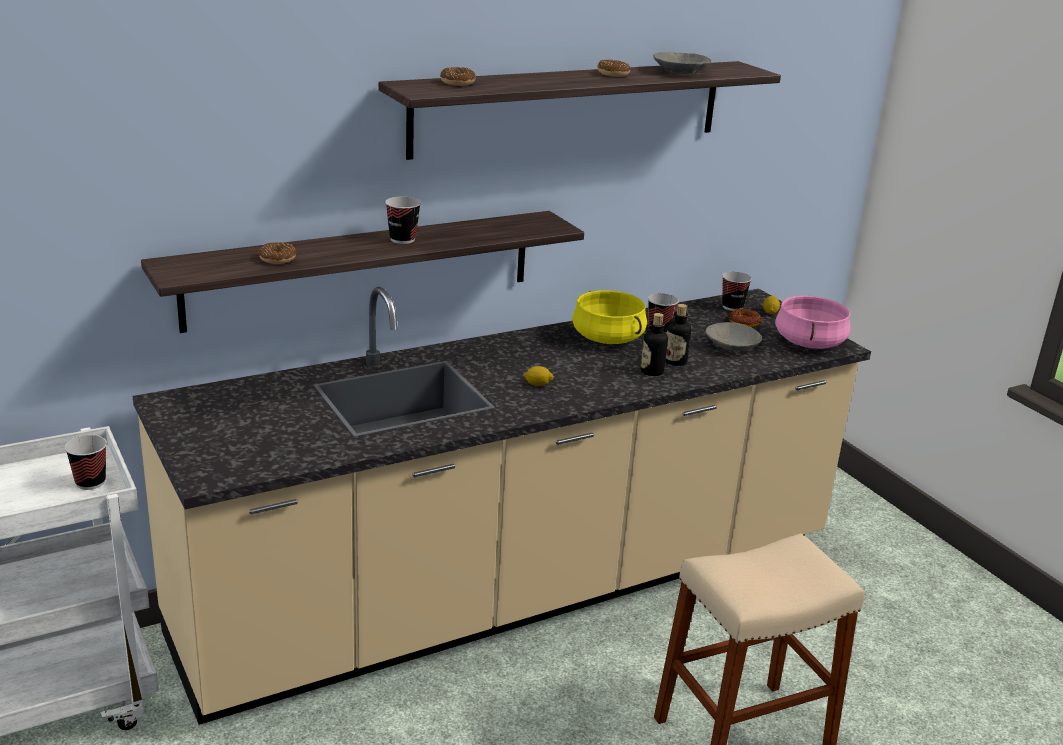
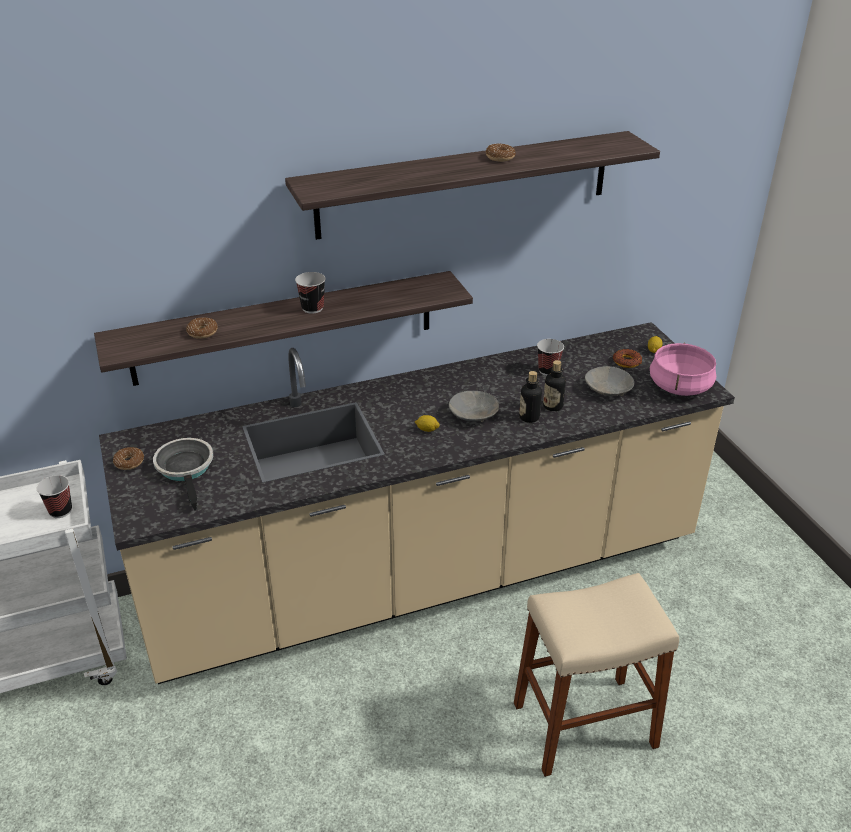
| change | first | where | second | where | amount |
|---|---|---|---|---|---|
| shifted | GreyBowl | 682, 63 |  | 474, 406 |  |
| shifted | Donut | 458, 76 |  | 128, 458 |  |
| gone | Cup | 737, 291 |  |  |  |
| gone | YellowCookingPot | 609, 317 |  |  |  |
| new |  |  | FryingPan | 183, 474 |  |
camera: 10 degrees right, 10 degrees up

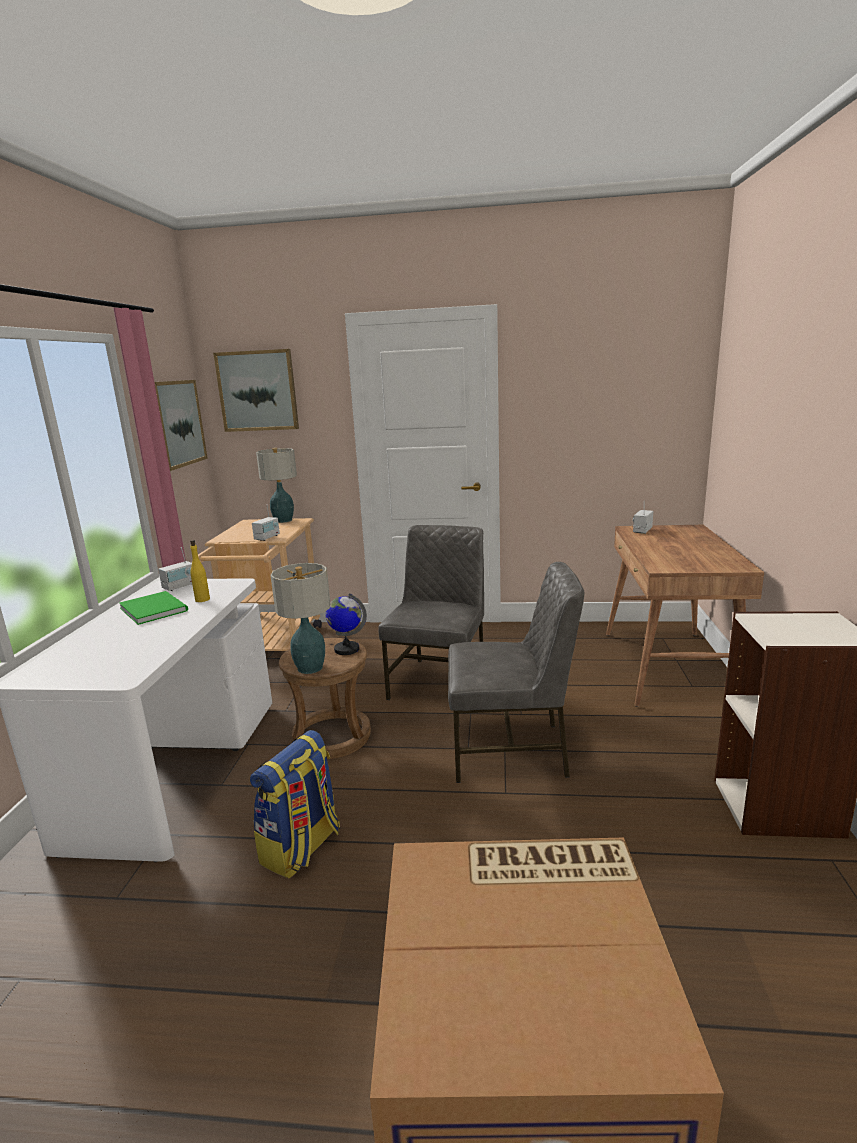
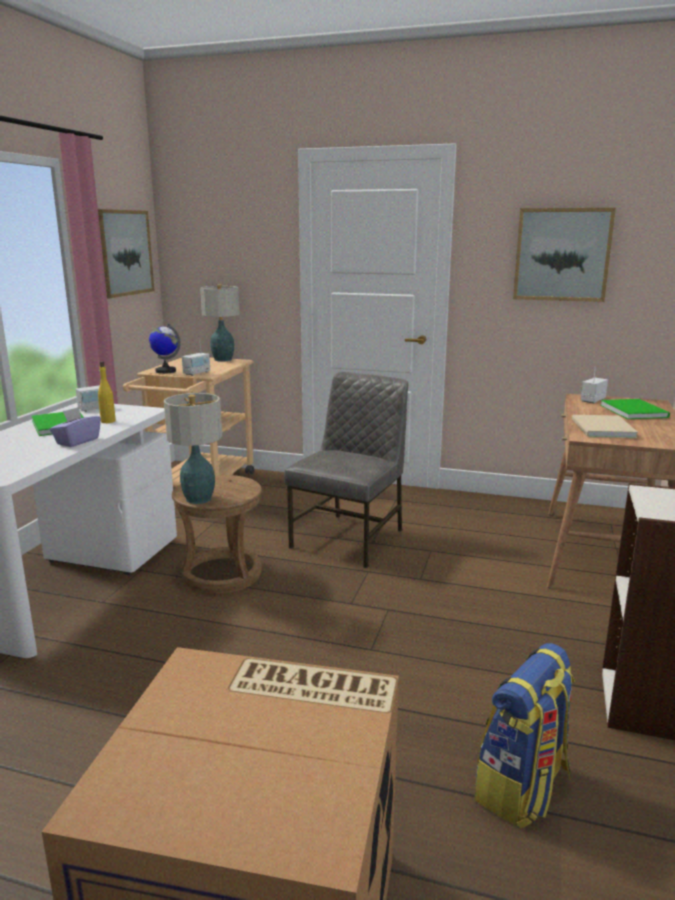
| change | first | where | second | where | amount |
|---|---|---|---|---|---|
| shifted | Picture | 256, 390 |  | 564, 255 |  |
| gone | GreyChair | 516, 672 |  |  |  |
| shifted | Globe | 346, 624 |  | 165, 348 |  |
| shifted | Backpack | 295, 804 |  | 524, 736 |  |
| new |  |  | GreenBook | 635, 409 |  |
| new |  |  | PurpleTissueBox | 75, 427 |  |
| new |  |  | BeigeBook | 605, 426 |  |
camera: 10 degrees right, 0 degrees up

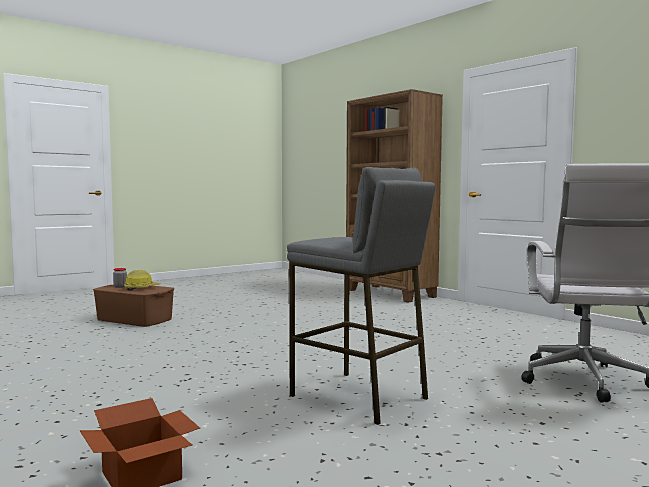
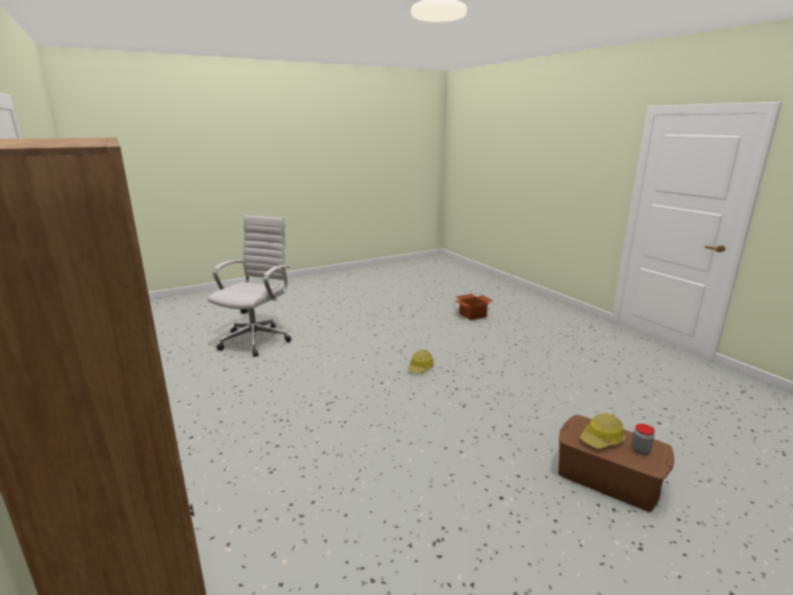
| change | first | where | second | where | amount |
|---|---|---|---|---|---|
| gone | GreyStool | 361, 296 |  |  |  |
| new |  |  | HardHat | 421, 361 |  |
camera: 170 degrees left, 15 degrees up

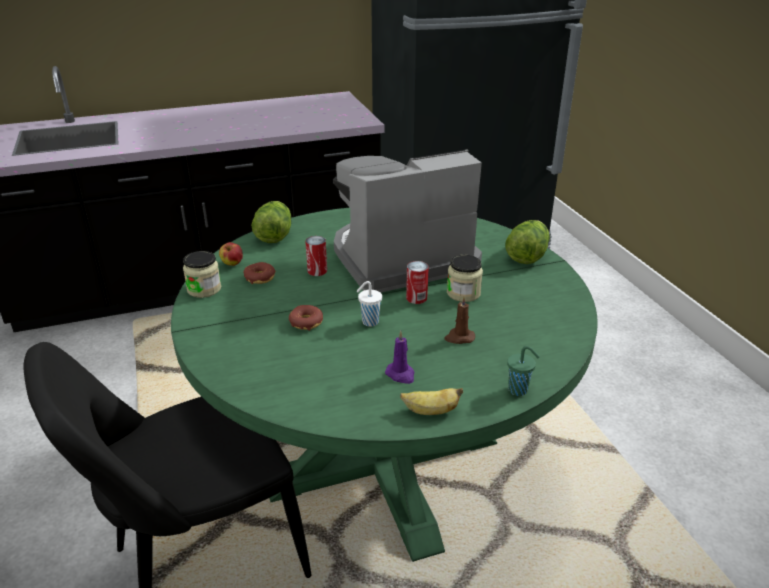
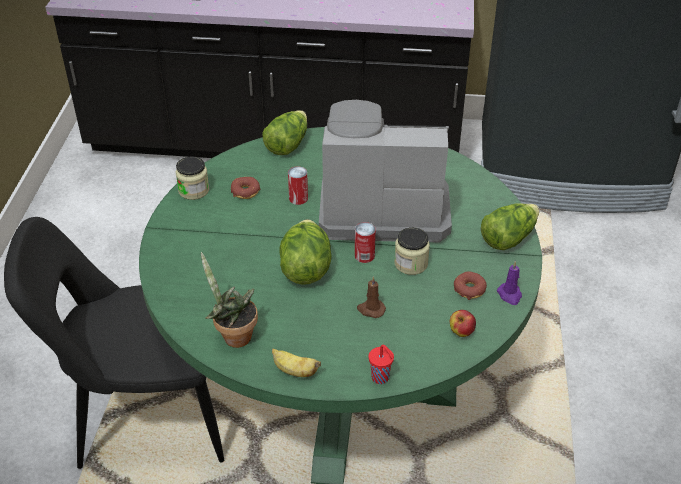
| change | first | where | second | where | amount |
|---|---|---|---|---|---|
| shifted | Apple | 231, 254 |  | 463, 323 |  |
| swapped | WhiteCup | 369, 304 | Lettuce | 305, 252 |  |
| shifted | Donut | 306, 318 |  | 470, 285 |  |
| shifted | PurpleCandle | 399, 357 |  | 509, 283 |  |
| repainted | GreenCup | 523, 371 | RedCup | 381, 364 |  |
| new |  |  | PottedPlant | 229, 300 |  |
camera: 25 degrees right, 10 degrees up

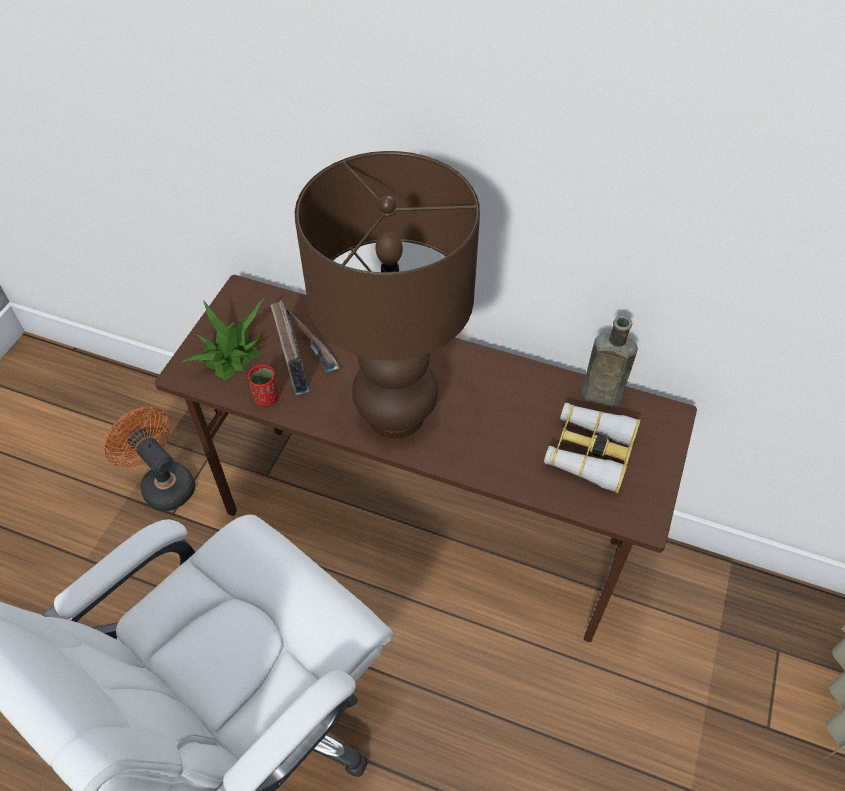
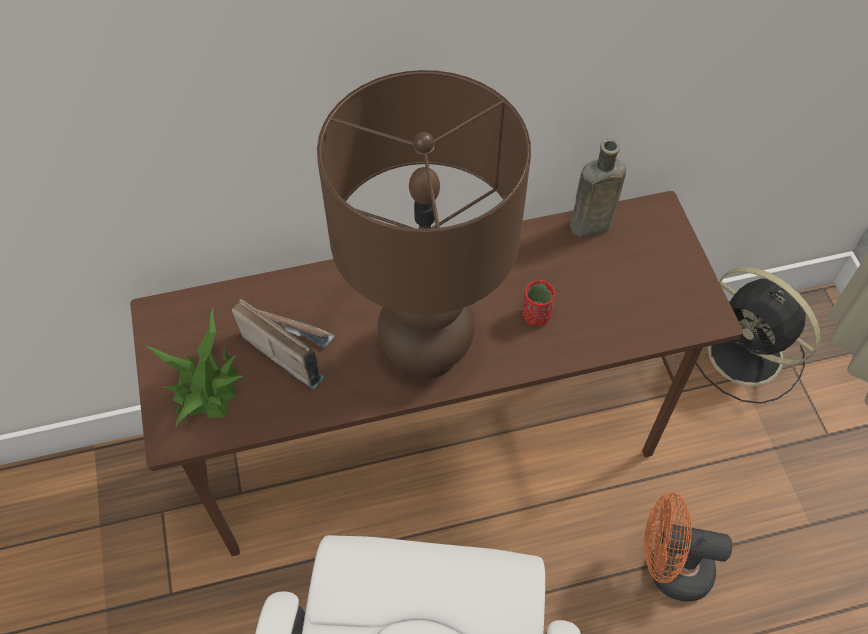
| change | first | where | second | where | amount |
|---|---|---|---|---|---|
| shifted | RedCup | 263, 385 |  | 538, 303 |  |
| gone | Binoculars | 592, 448 |  |  |  |
| shifted | OrangeFan | 149, 459 |  | 688, 547 |  |
| new |  |  | BlackFan | 758, 335 |  |
camera: 35 degrees left, 5 degrees up

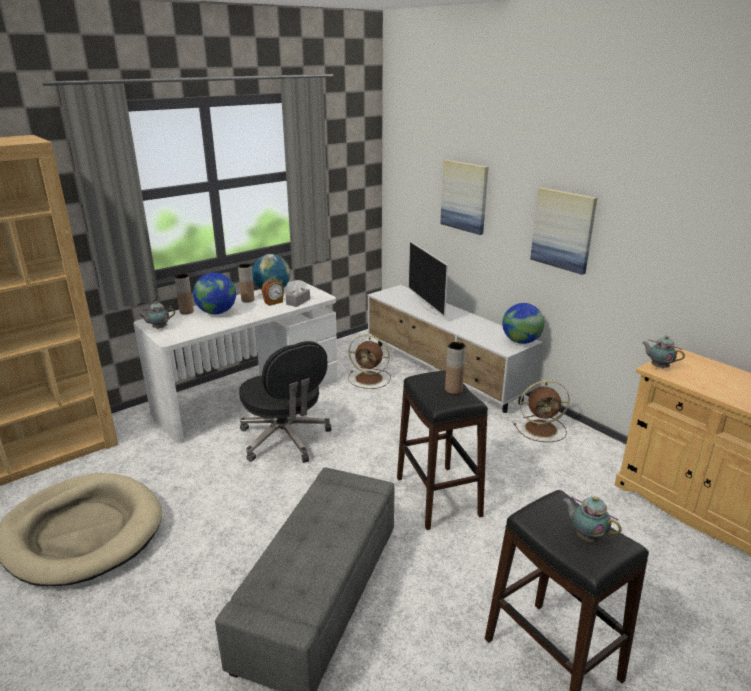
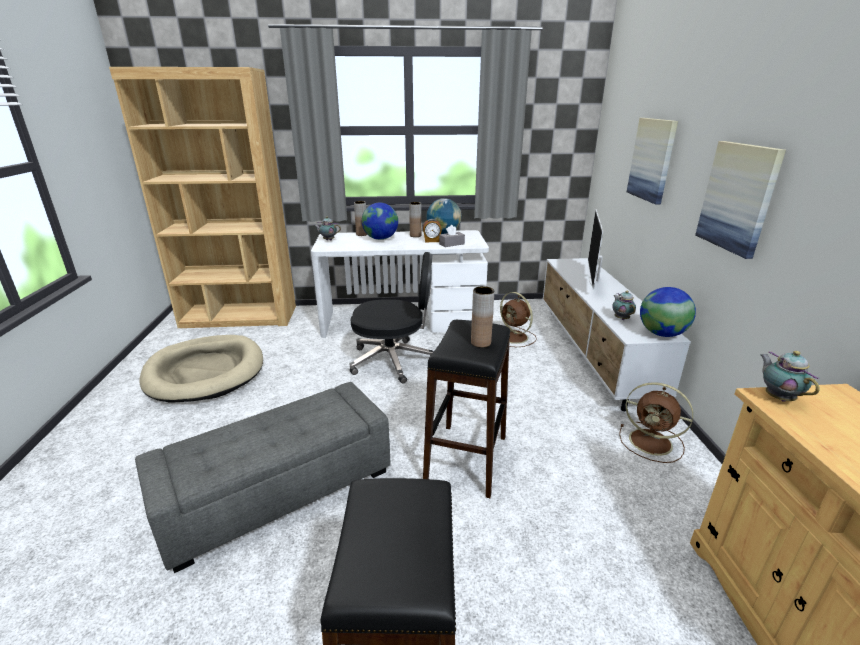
| change | first | where | second | where | amount |
|---|---|---|---|---|---|
| rotated | BlackOfficeChair | 285, 402 |  | 392, 318 | 90 degrees counterclockwise |
| shifted | Teapot | 592, 519 |  | 624, 305 |  |
camera: 35 degrees right, 0 degrees up

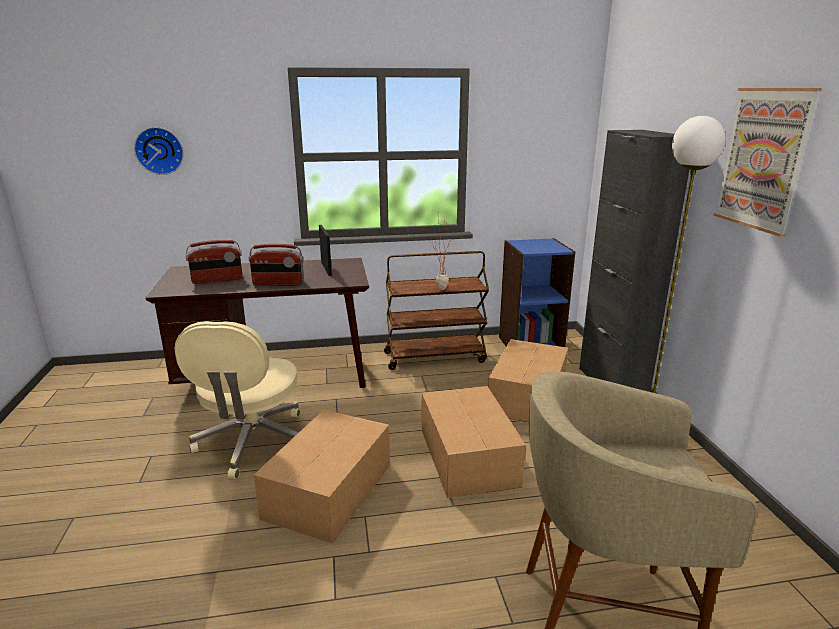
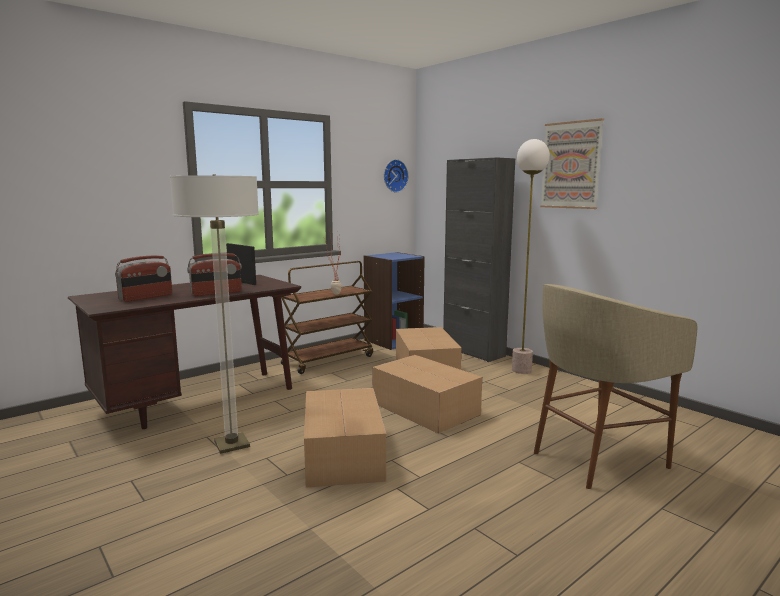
| change | first | where | second | where | amount |
|---|---|---|---|---|---|
| shifted | WallClock | 159, 151 |  | 396, 175 |  |
| swapped | BeigeOfficeChair | 237, 400 | FloorLamp | 214, 314 |  |
camera: 30 degrees left, 10 degrees down

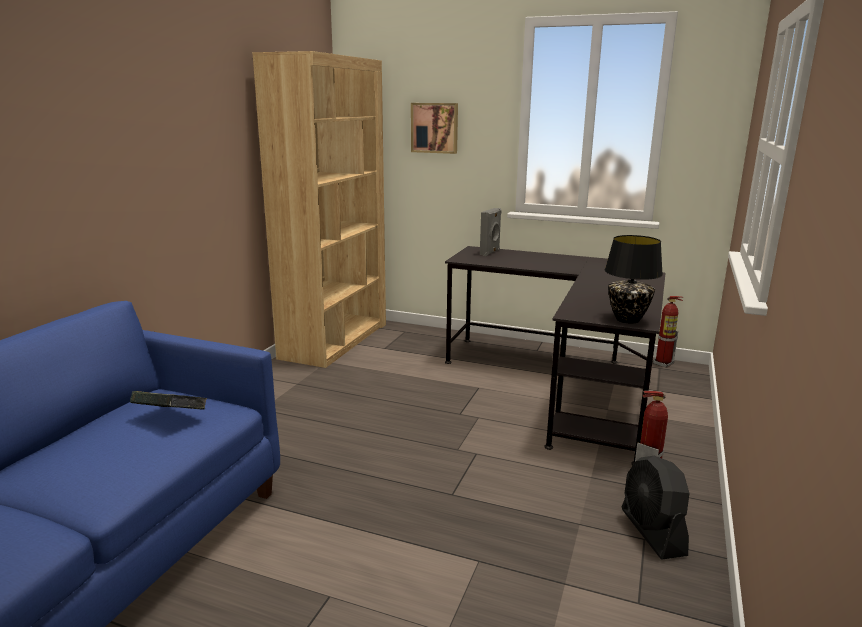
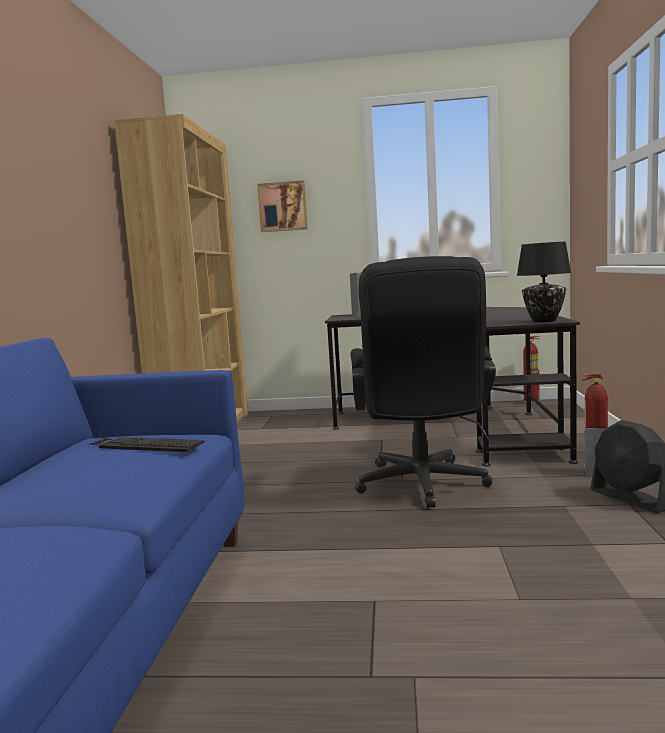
| change | first | where | second | where | amount |
|---|---|---|---|---|---|
| swapped | Book | 168, 400 | Keyboard | 147, 443 |  |
| new |  |  | BlackOfficeChair | 423, 382 |  |
camera: 15 degrees left, 10 degrees down

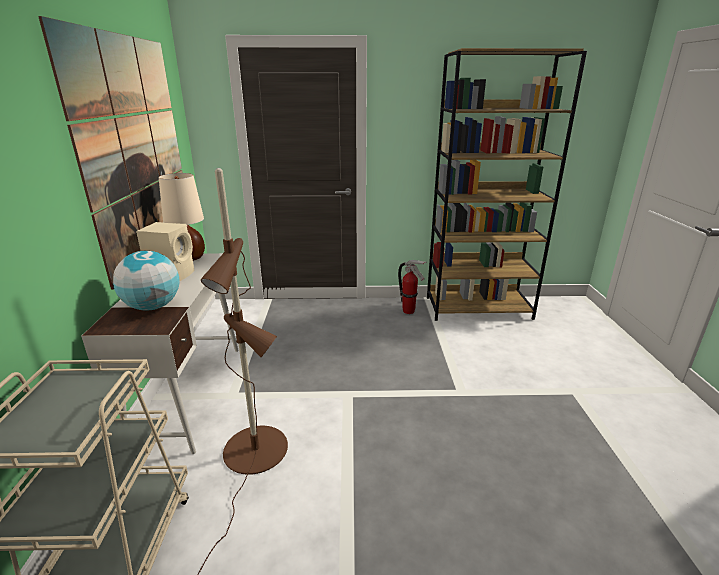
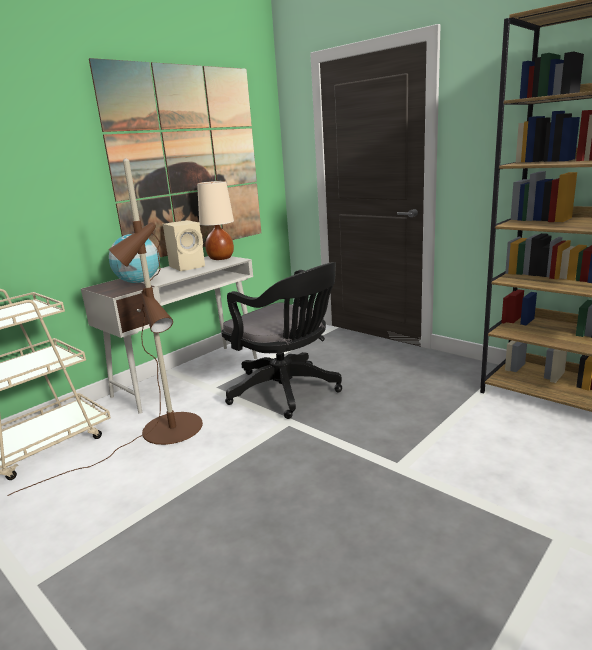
| change | first | where | second | where | amount |
|---|---|---|---|---|---|
| gone | FireExtinguisher | 412, 287 |  |  |  |
| new |  |  | BlackOfficeChair | 281, 340 |  |
camera: 45 degrees right, 5 degrees down

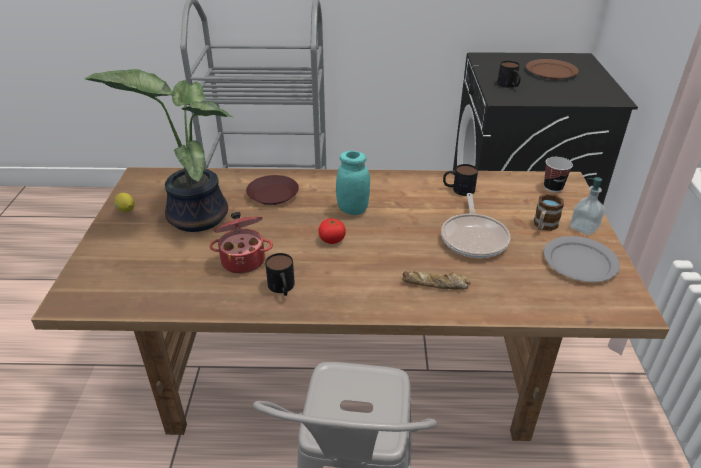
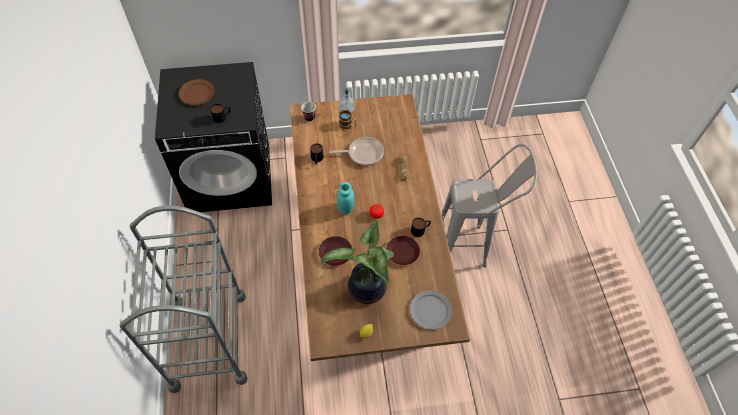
| change | first | where | second | where | amount |
|---|---|---|---|---|---|
| swapped | CookingPot | 241, 243 | BrownPlate | 403, 250 |  |
| shifted | GreyPlate | 582, 259 |  | 431, 309 |  |
camera: 100 degrees left, 20 degrees up

